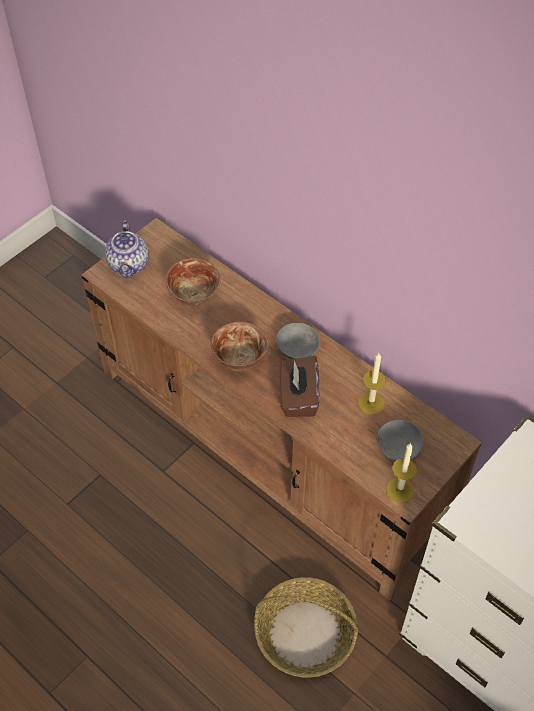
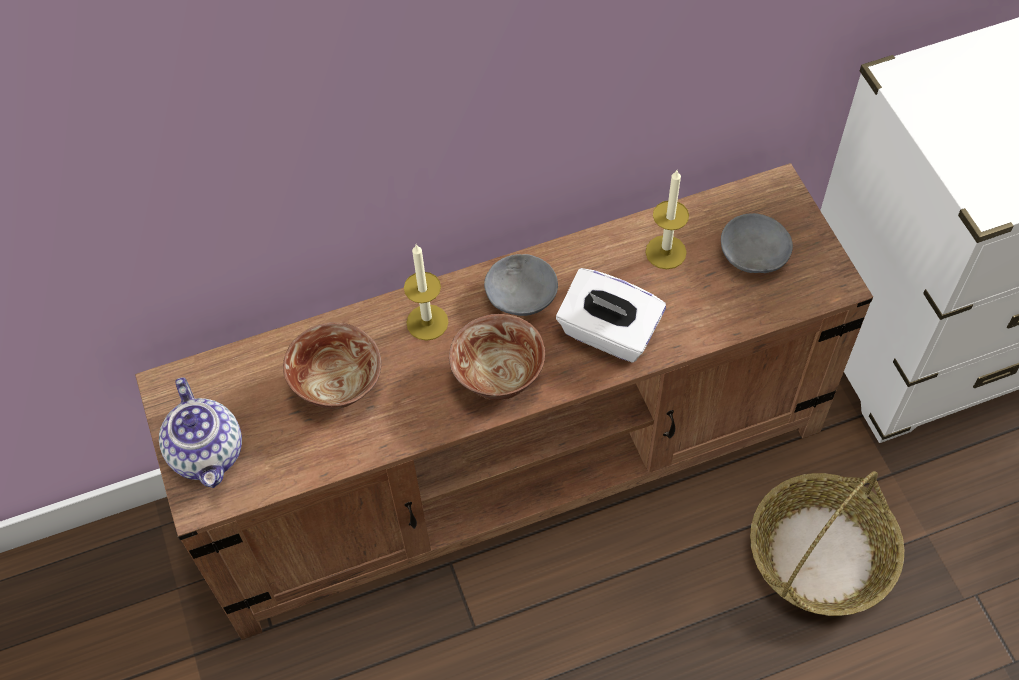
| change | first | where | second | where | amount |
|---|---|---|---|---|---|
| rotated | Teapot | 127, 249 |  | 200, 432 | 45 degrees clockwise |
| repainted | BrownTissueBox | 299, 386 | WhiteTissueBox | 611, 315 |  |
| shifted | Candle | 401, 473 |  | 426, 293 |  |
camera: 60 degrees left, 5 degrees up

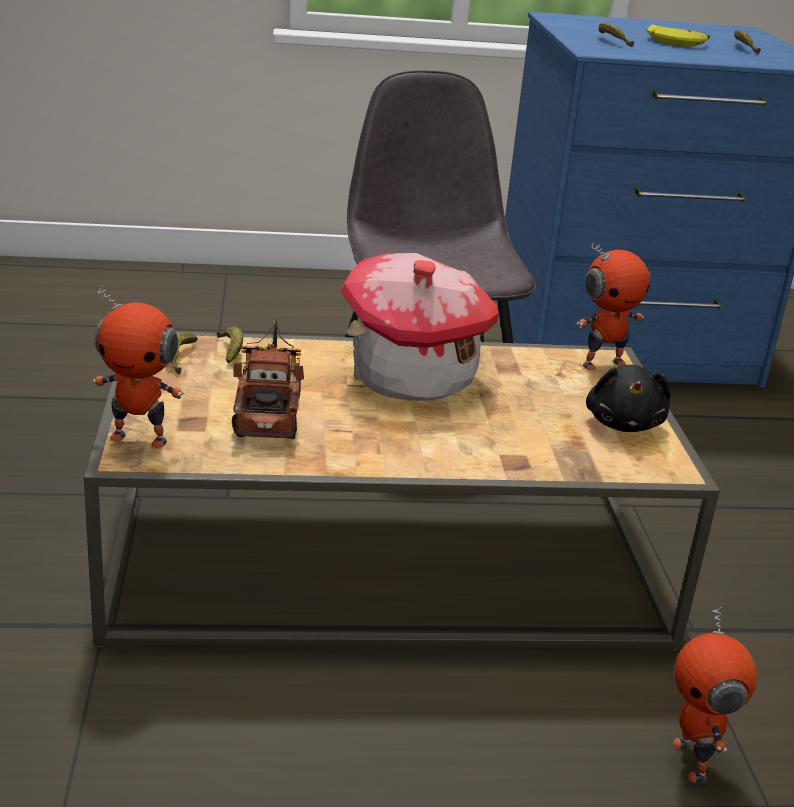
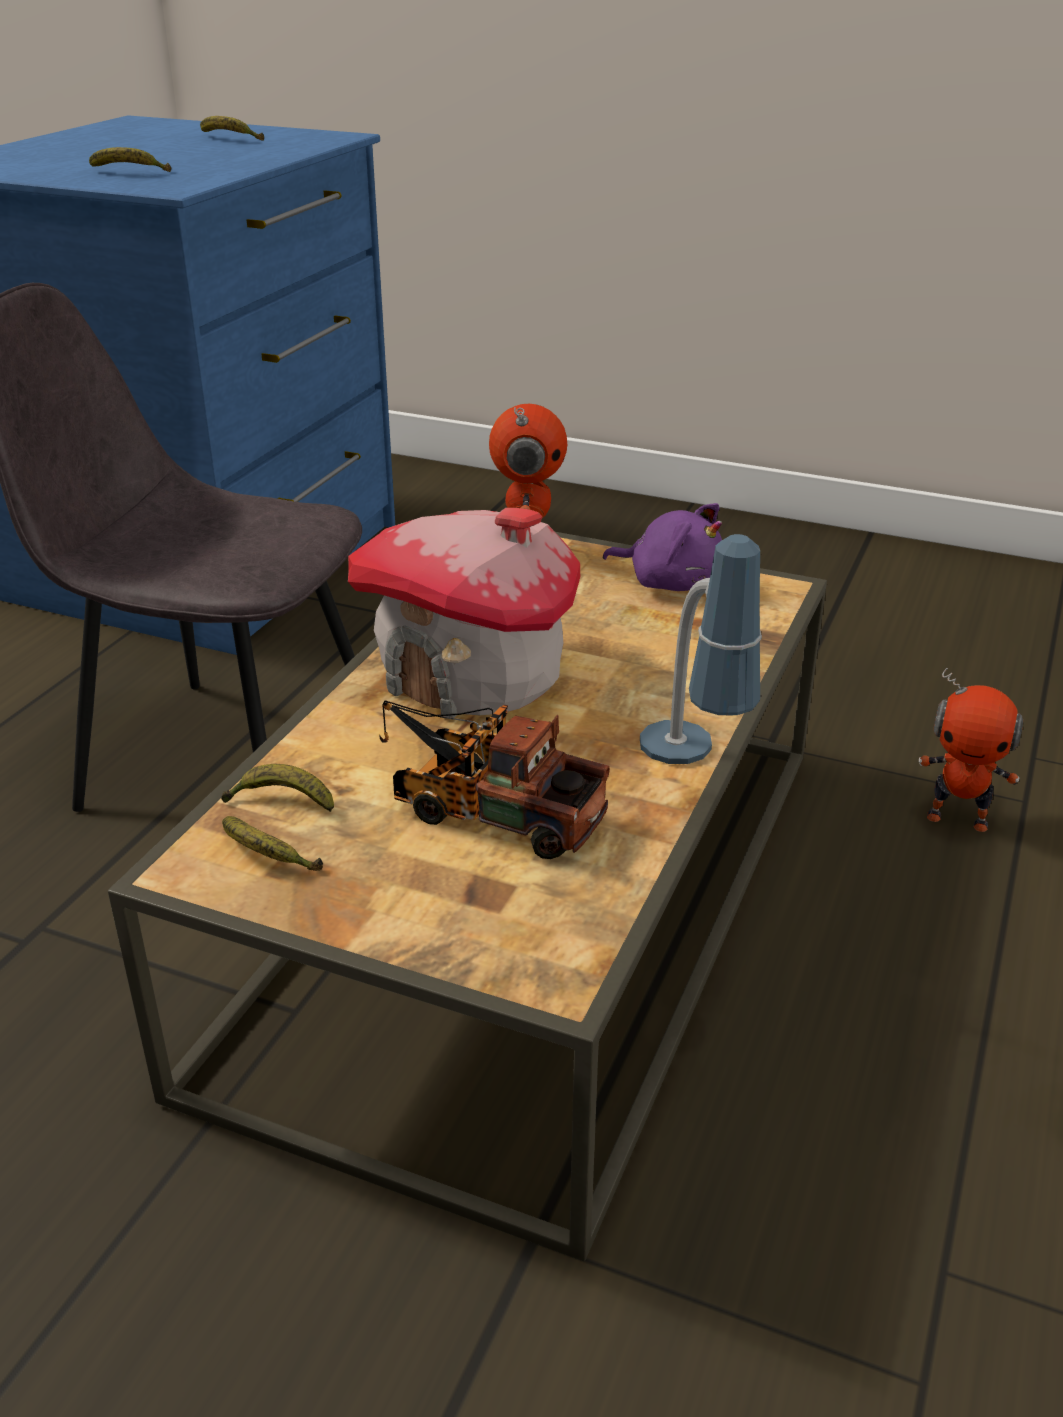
| change | first | where | second | where | amount |
|---|---|---|---|---|---|
| gone | Banana | 678, 36 |  |  |  |
| gone | ToyRobot | 138, 366 |  |  |  |
| repainted | BlackPlushToy | 628, 398 | PurplePlushToy | 662, 547 |  |
| new |  |  | TableLamp | 701, 649 |  |
camera: 60 degrees left, 5 degrees up

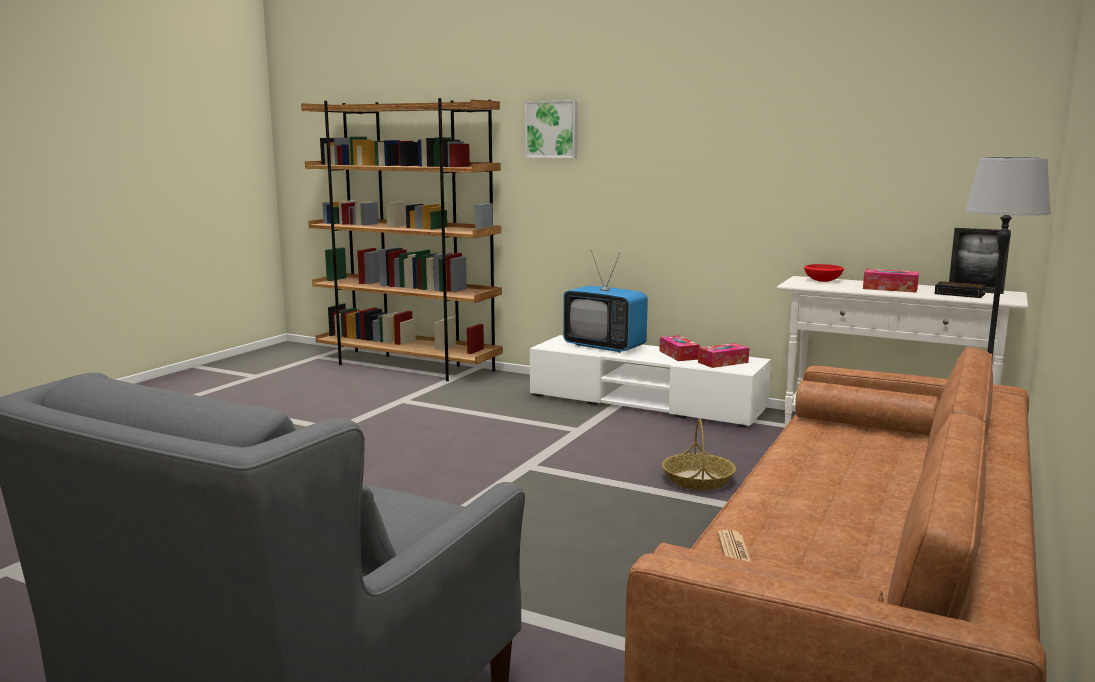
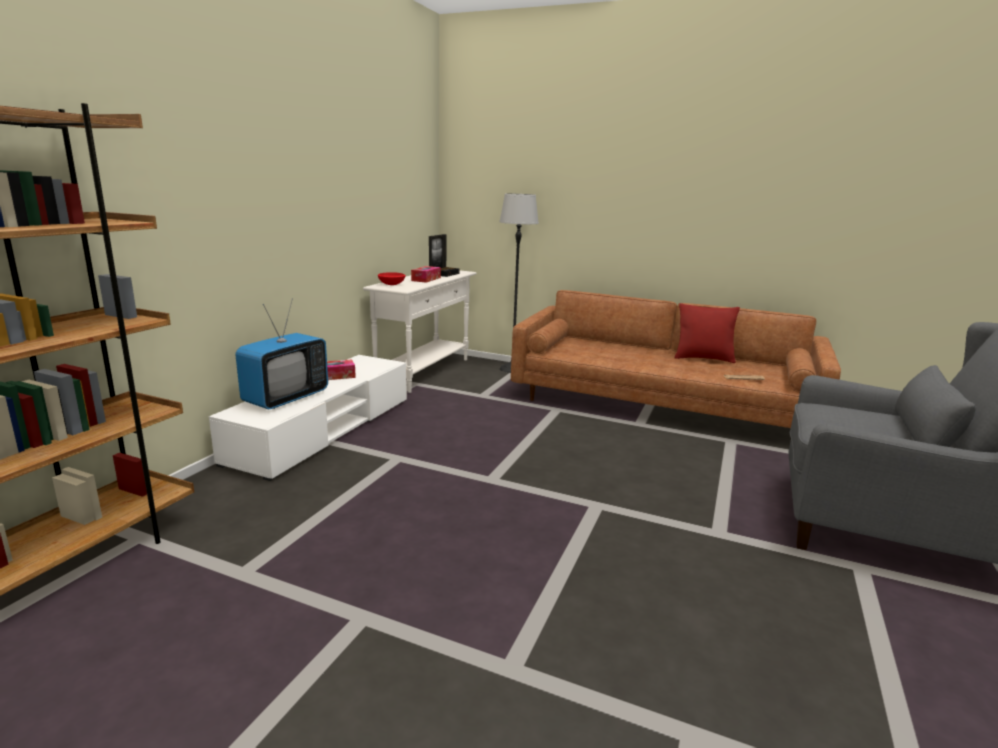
| change | first | where | second | where | amount |
|---|---|---|---|---|---|
| gone | Picture | 551, 129 |  |  |  |
| gone | TissueBox | 723, 355 |  |  |  |
| gone | Basket | 699, 454 |  |  |  |
| new |  |  | RedPillow | 707, 333 |  |
camera: 95 degrees left, 5 degrees up

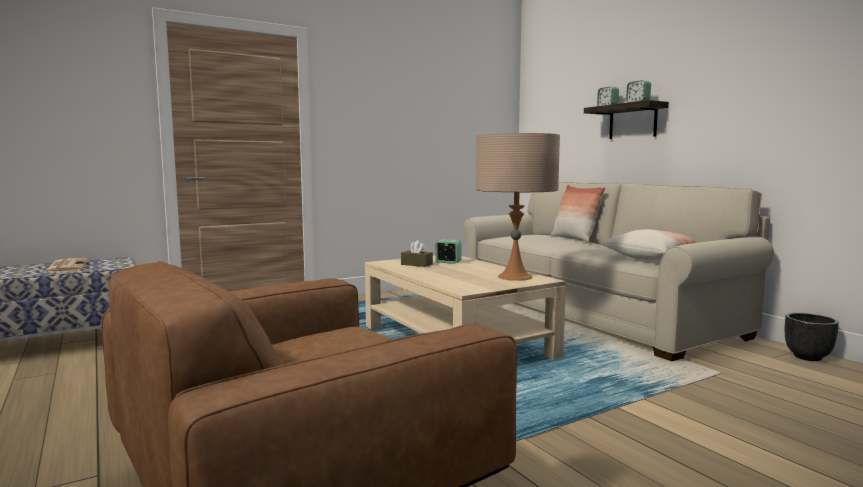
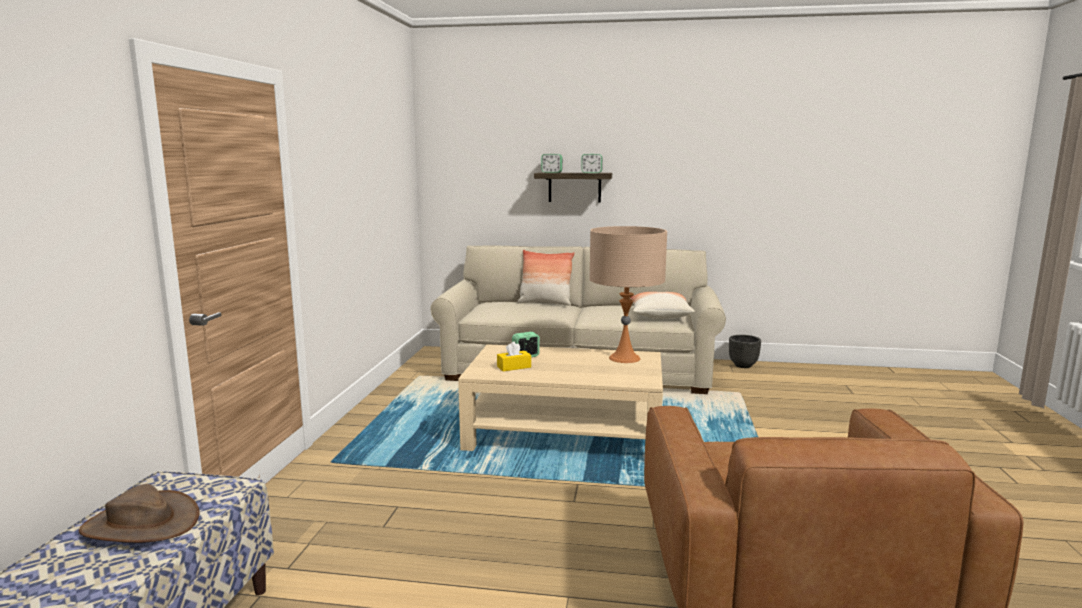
| change | first | where | second | where | amount |
|---|---|---|---|---|---|
| repainted | BrownTissueBox | 417, 253 | YellowTissueBox | 514, 356 |  |
| swapped | Newspaper | 66, 265 | BrownHat | 139, 513 |  |
camera: 50 degrees left, 5 degrees up

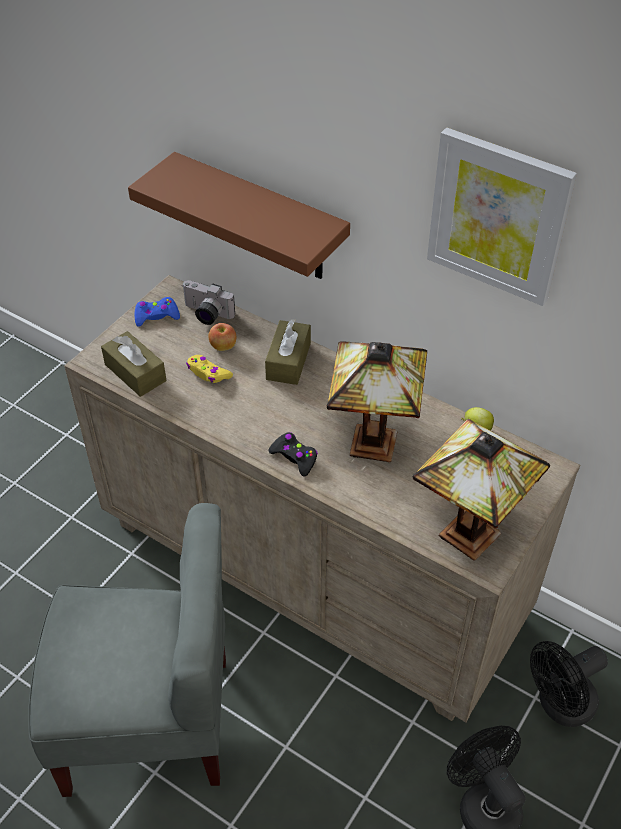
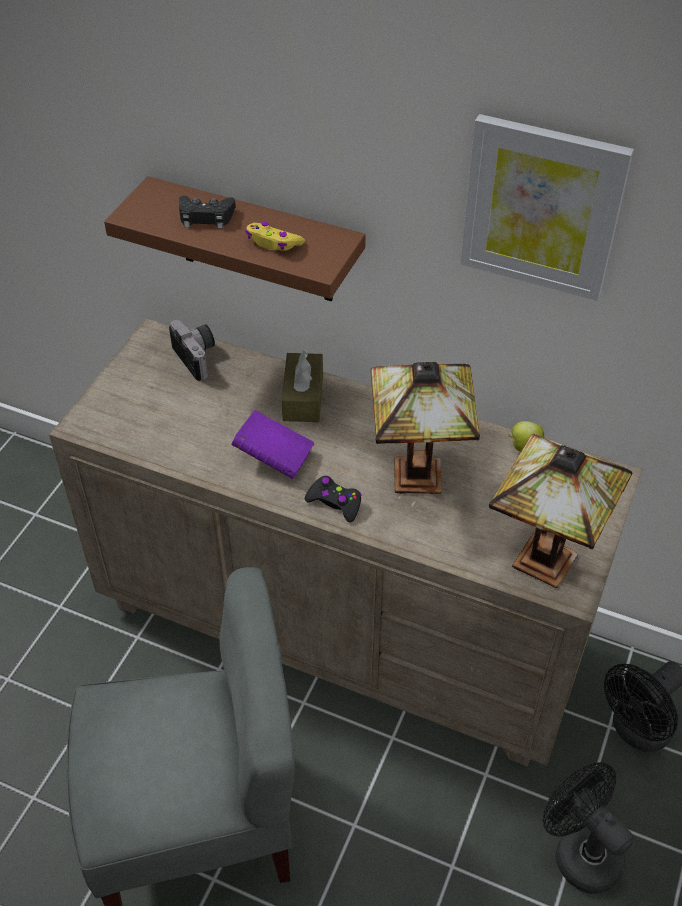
| change | first | where | second | where | amount |
|---|---|---|---|---|---|
| rotated | PhotoCamera | 209, 302 |  | 192, 350 | 135 degrees counterclockwise |
| gone | BlueGameController | 157, 311 |  |  |  |
| gone | Apple | 222, 337 |  |  |  |
| gone | BrownTissueBox | 133, 364 |  |  |  |
| shifted | YellowGameController | 209, 369 |  | 275, 236 |  |
| new |  |  | BlackGameController | 207, 212 |  |
| new |  |  | PurpleBook | 273, 444 |  |
camera: 10 degrees left, 0 degrees up

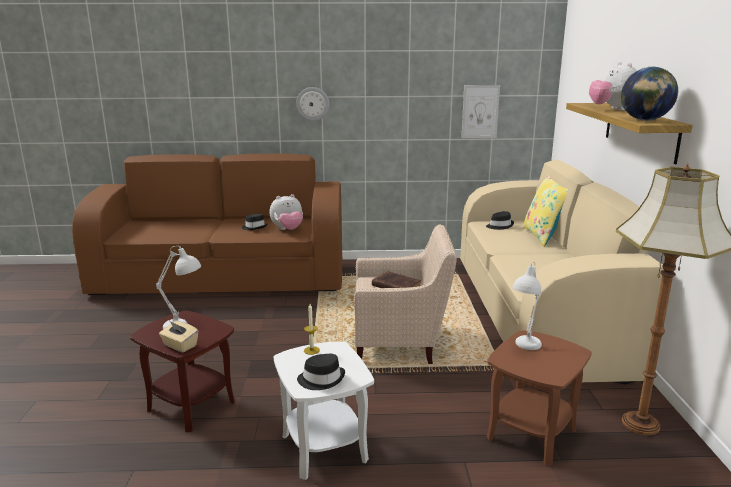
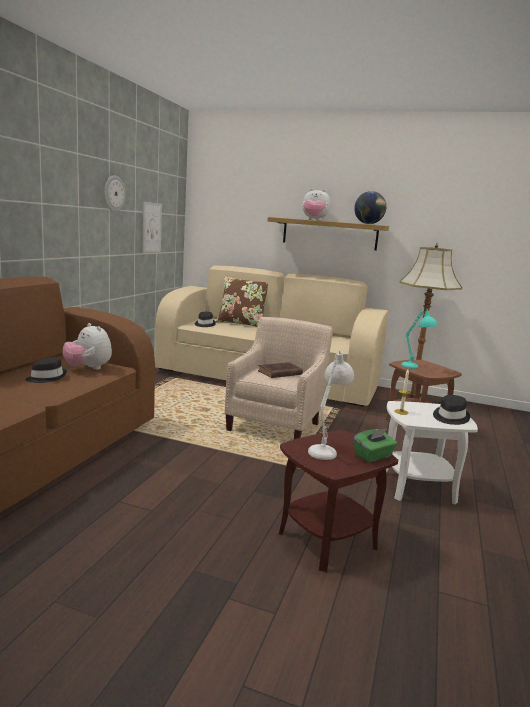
| change | first | where | second | where | amount |
|---|---|---|---|---|---|
| shifted | WallClock | 313, 104 |  | 115, 194 |  |
| repainted | YellowPillow | 545, 210 | BrownPillow | 242, 301 |  |
| rotated | PlushToy | 286, 212 |  | 87, 346 | 135 degrees clockwise |
| repainted | WhiteTableLamp | 527, 306 | TurquoiseTableLamp | 419, 338 |  |
| repainted | BeigeTissueBox | 178, 336 | GreenTissueBox | 375, 445 |  |
camera: 70 degrees left, 5 degrees down

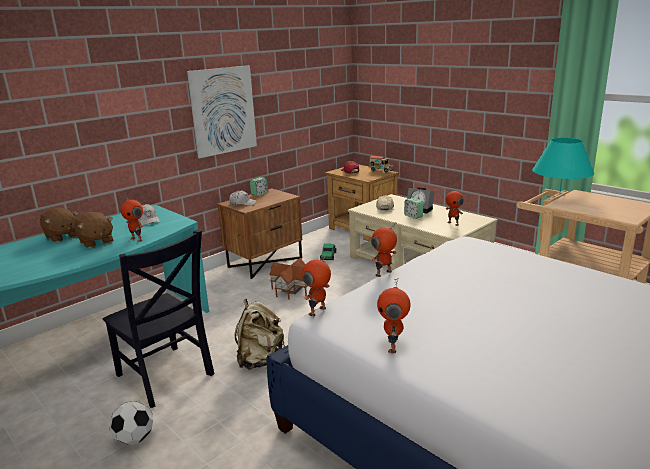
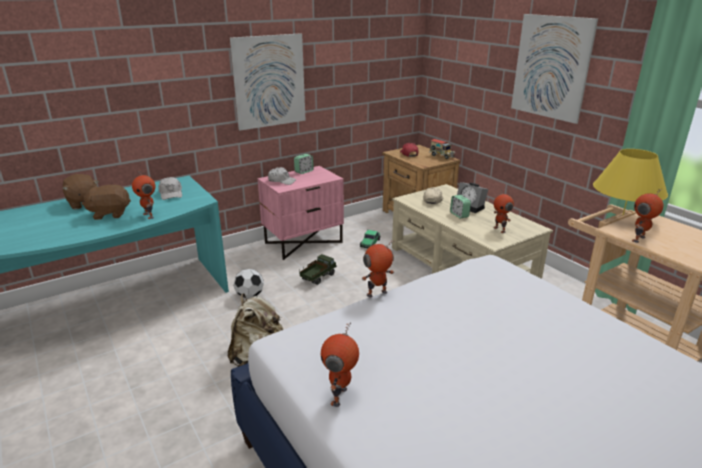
| change | first | where | second | where | amount |
|---|---|---|---|---|---|
| repainted | TurquoiseTableLamp | 563, 166 | YellowTableLamp | 630, 182 |  |
| repainted | BrownNightstand | 260, 233 | PinkNightstand | 301, 213 |  |
| rotated | BrownPlushToy | 94, 230 |  | 106, 202 | 105 degrees clockwise |
| gone | BlackChair | 158, 319 |  |  |  |
| shifted | ToyRobot | 316, 284 |  | 647, 215 |  |
| swapped | ToyHouse | 288, 278 | ToyTruck | 318, 269 |  |
| shifted | Football | 131, 423 |  | 249, 283 |  |
| new |  |  | Picture | 554, 69 |  |
camera: 10 degrees right, 5 degrees up

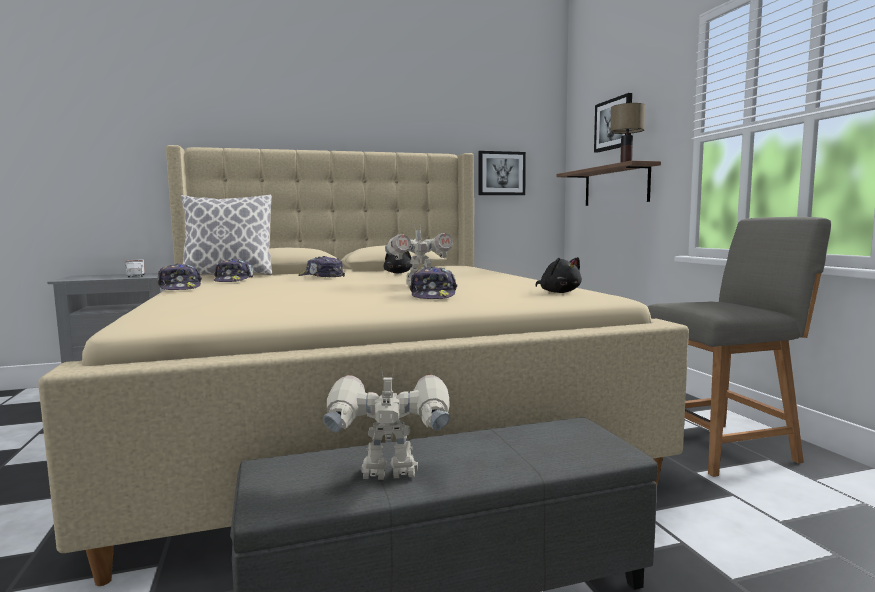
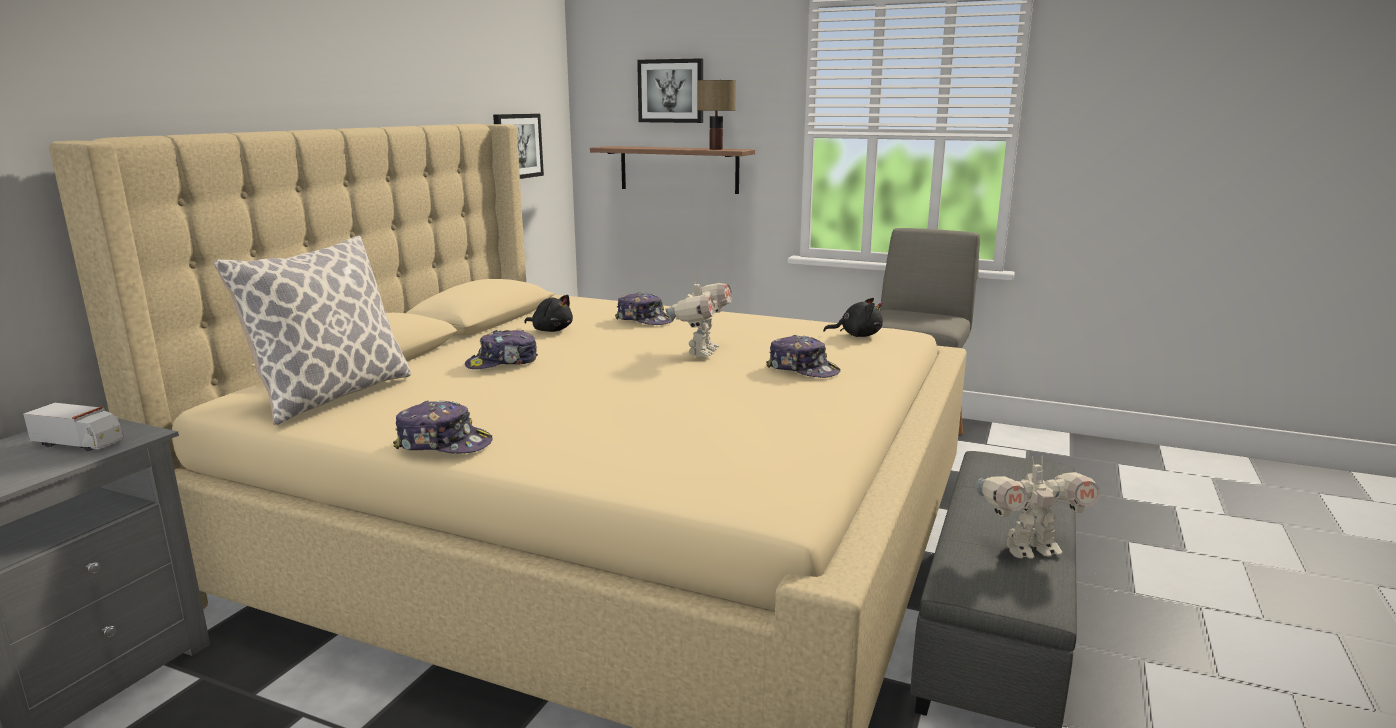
| change | first | where | second | where | amount |
|---|---|---|---|---|---|
| shifted | Cap | 234, 270 |  | 644, 308 |  |
| rotated | ToyRobot | 386, 424 |  | 1038, 507 | 135 degrees counterclockwise |
camera: 50 degrees left, 10 degrees up

